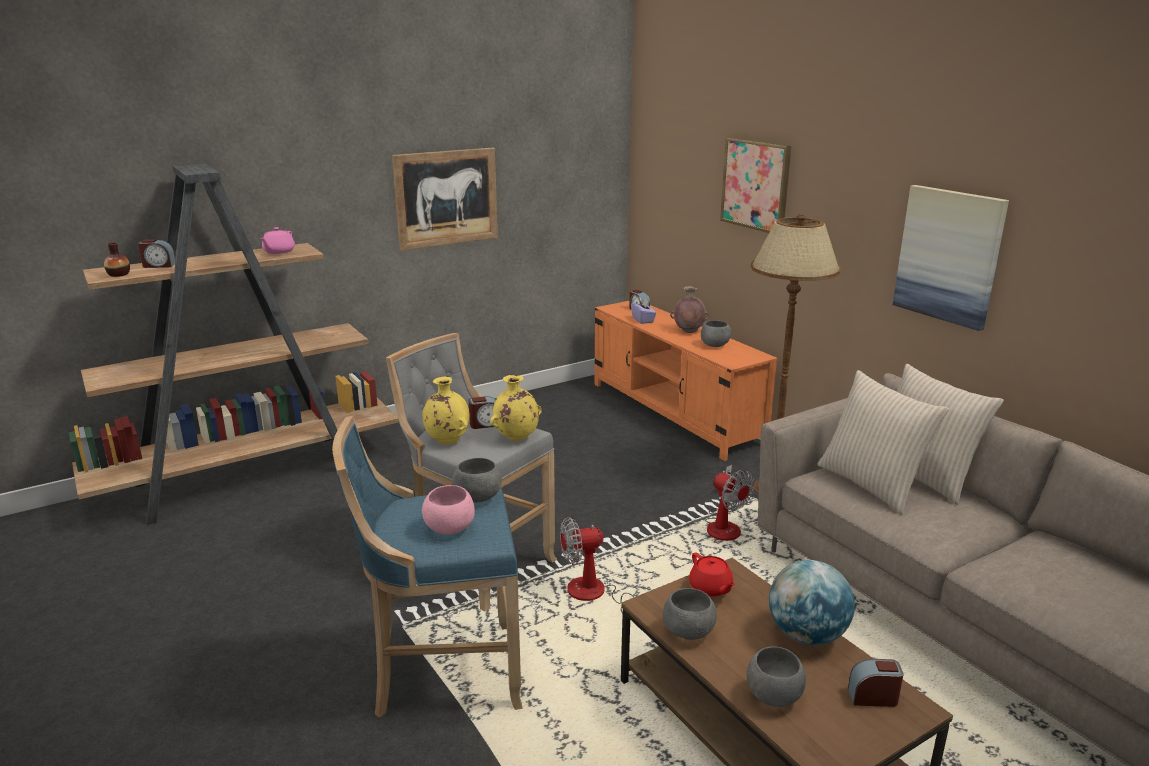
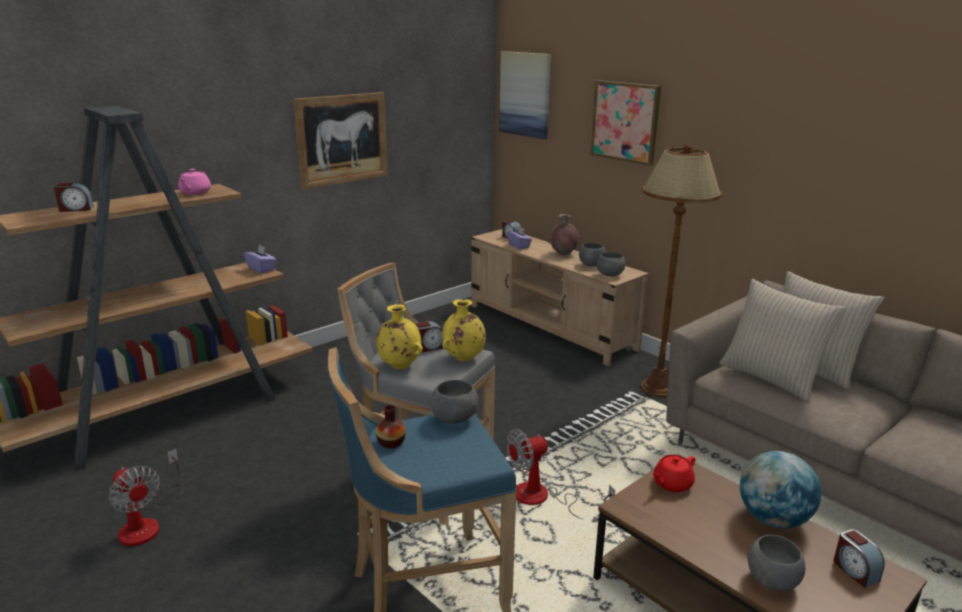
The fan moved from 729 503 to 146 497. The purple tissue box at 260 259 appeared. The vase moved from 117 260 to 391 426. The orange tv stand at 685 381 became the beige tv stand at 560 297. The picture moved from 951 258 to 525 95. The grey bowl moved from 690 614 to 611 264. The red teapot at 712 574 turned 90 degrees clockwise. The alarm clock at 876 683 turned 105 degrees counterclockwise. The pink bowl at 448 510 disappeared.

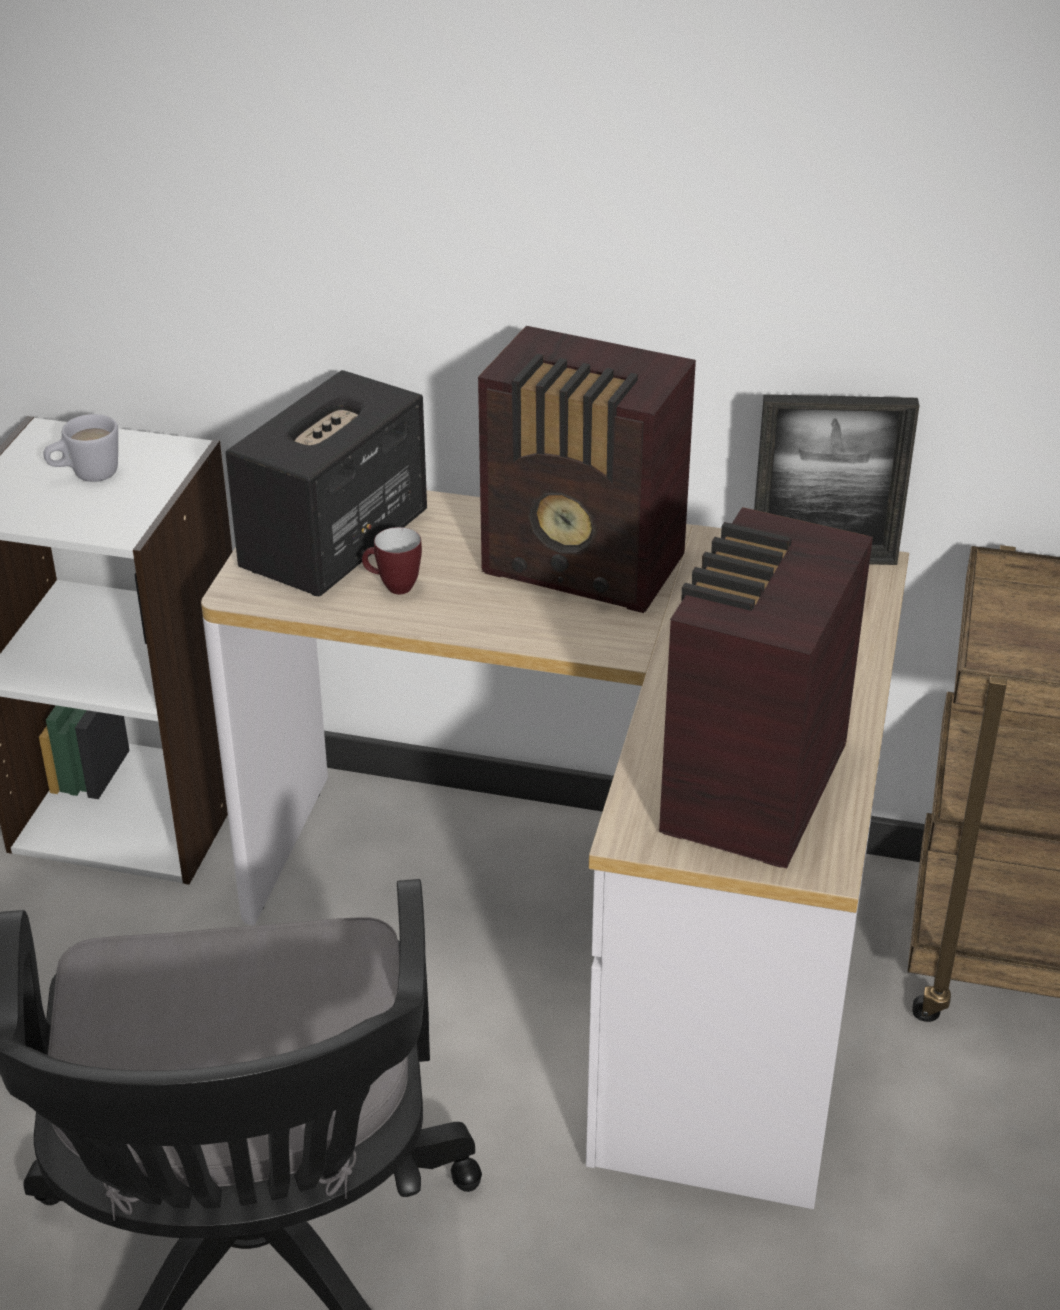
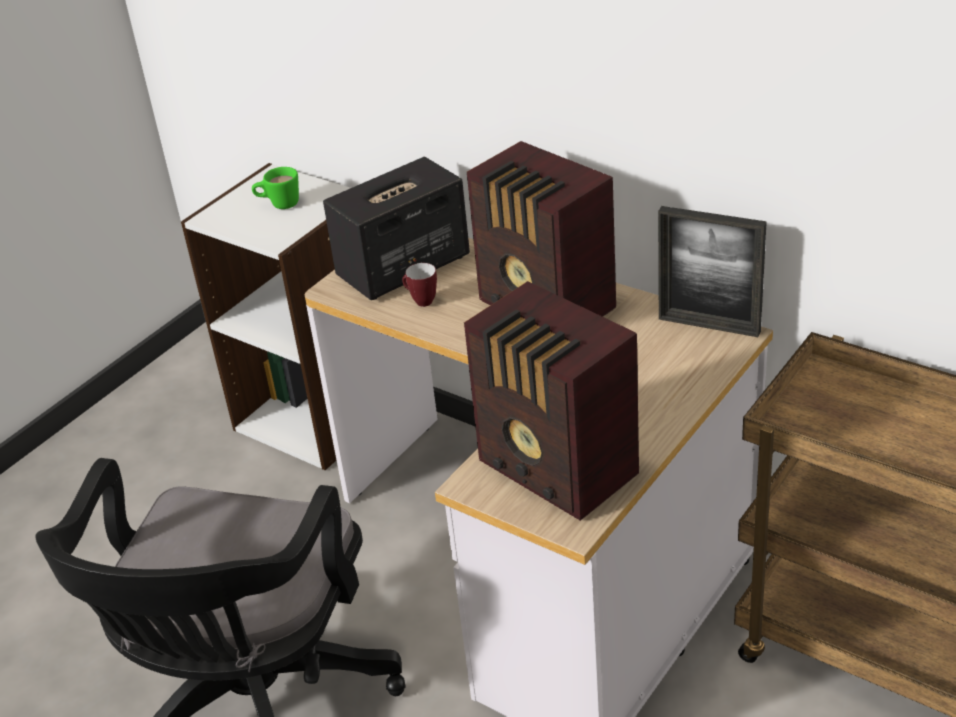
The white mug at 80 448 became the green mug at 275 188. The radio at 766 688 turned 90 degrees counterclockwise.

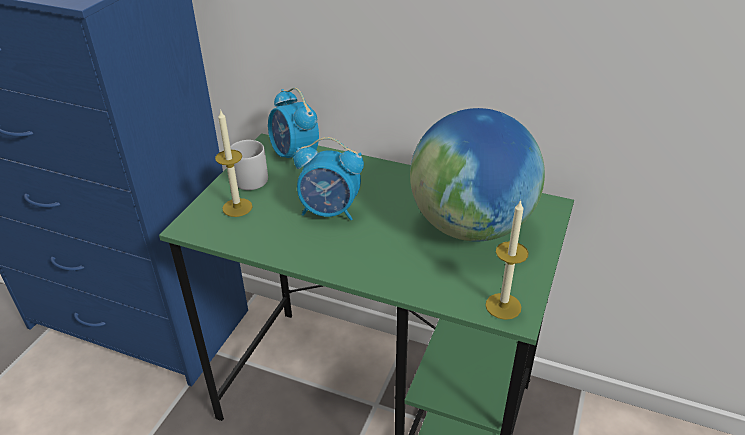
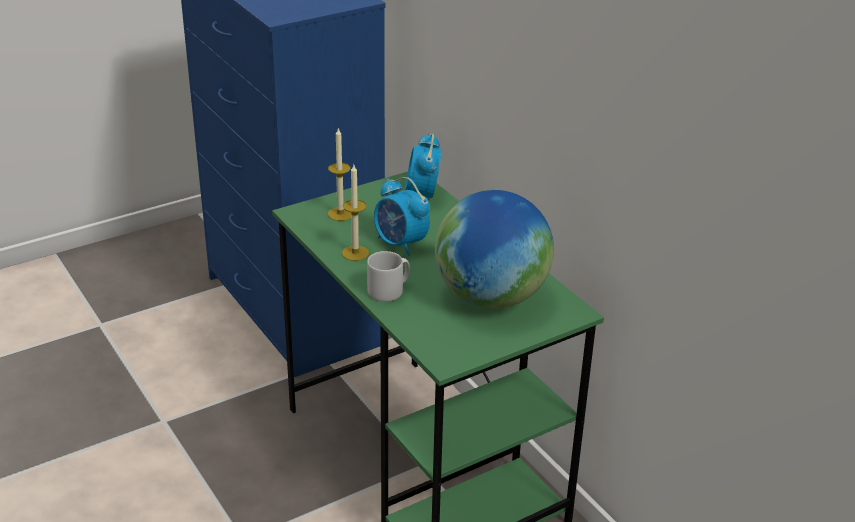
The candle moved from 507 259 to 355 213. The grey mug moved from 249 165 to 388 276.

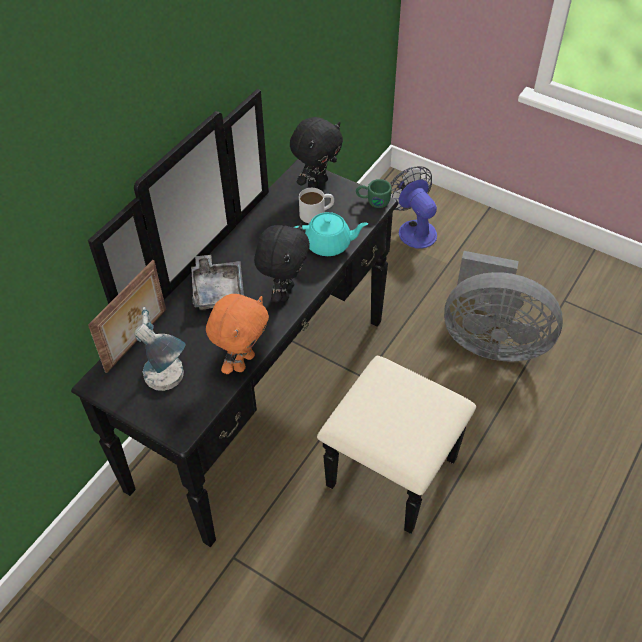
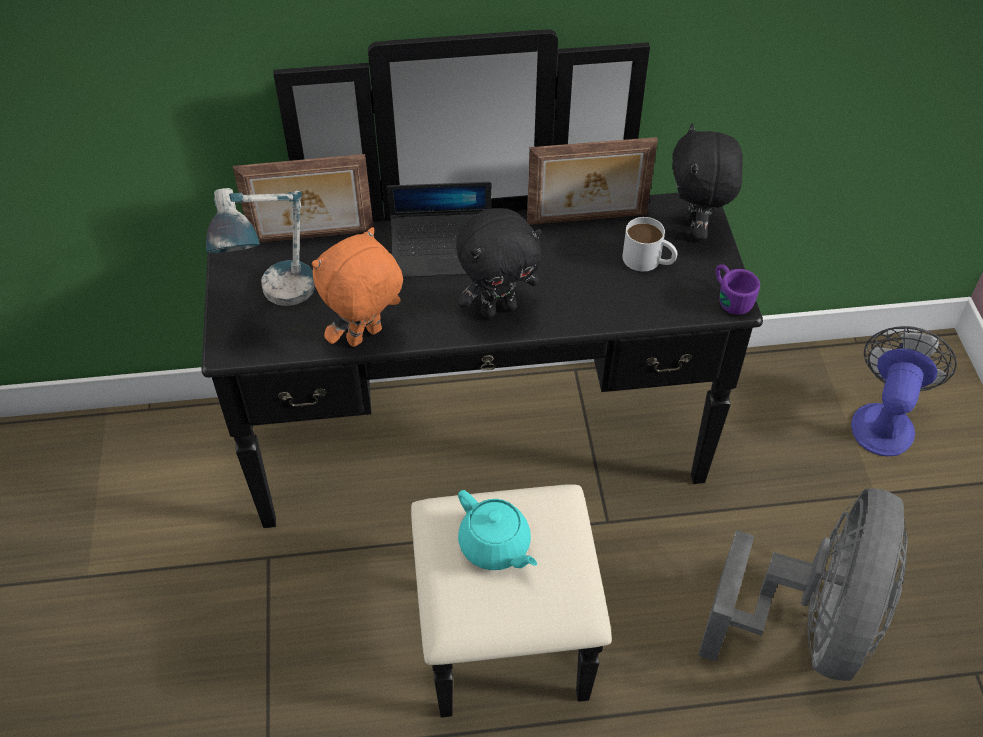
The orange plush toy at 237 334 turned 150 degrees clockwise. The grey tray at 217 282 was replaced by the laptop at 439 230. The turquoise teapot moved from 330 234 to 497 530. The picture frame at 592 181 appeared. The black plush toy at 316 152 turned 90 degrees clockwise. The grey fan at 503 306 turned 135 degrees counterclockwise. The green mug at 374 193 became the purple mug at 738 289.

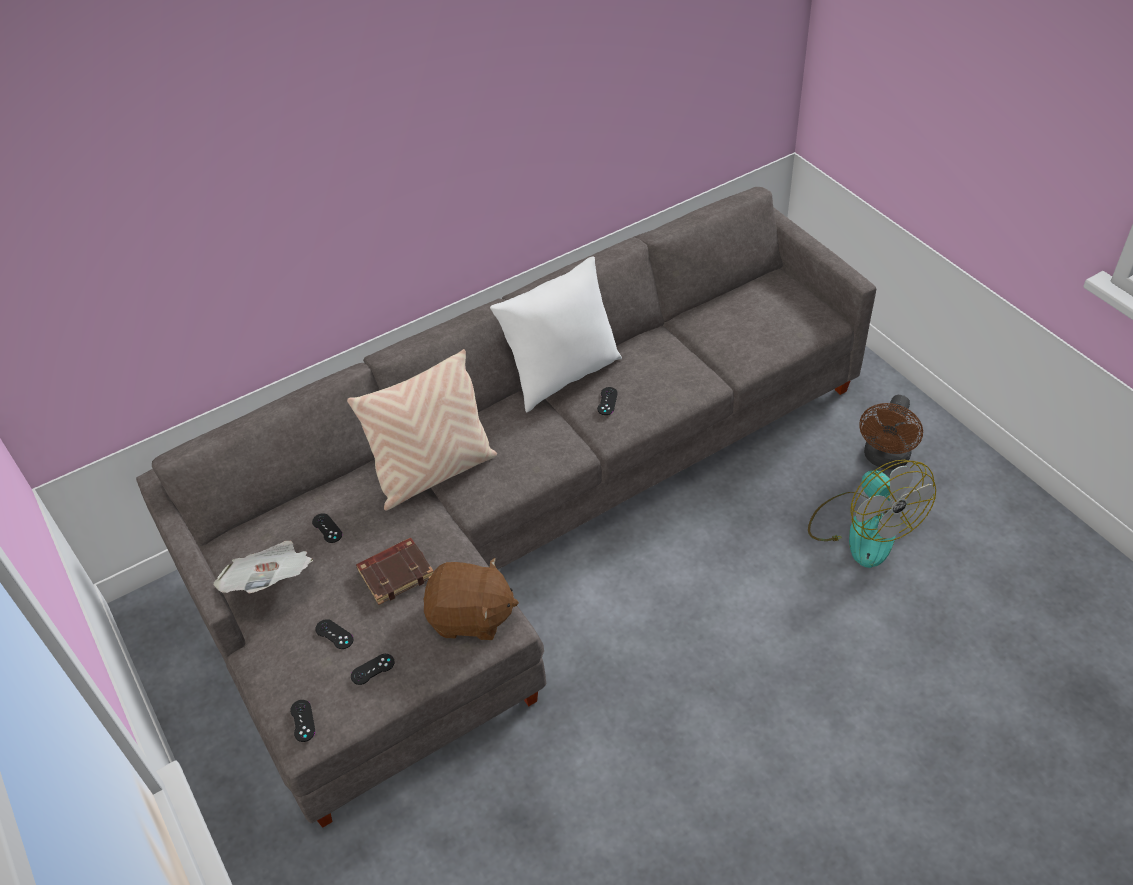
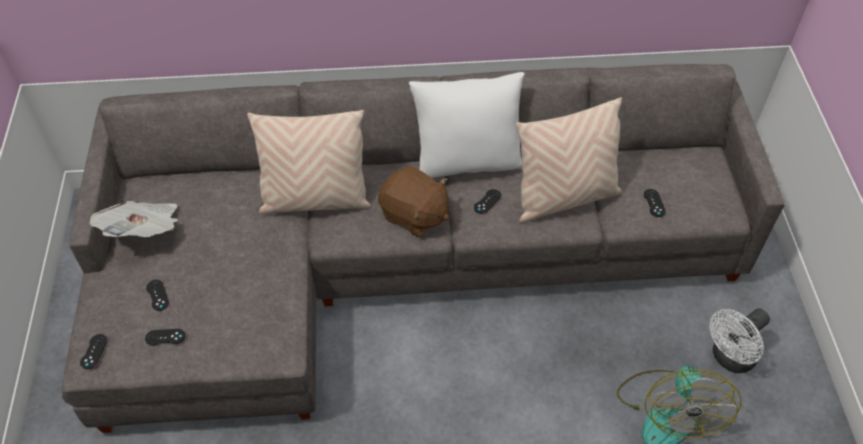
The brown plush toy moved from 471 599 to 413 201. The beige pillow at 569 160 appeared. The black game controller moved from 327 528 to 655 203. The brown fan at 891 432 became the white fan at 739 340. The brown book at 395 571 disappeared.

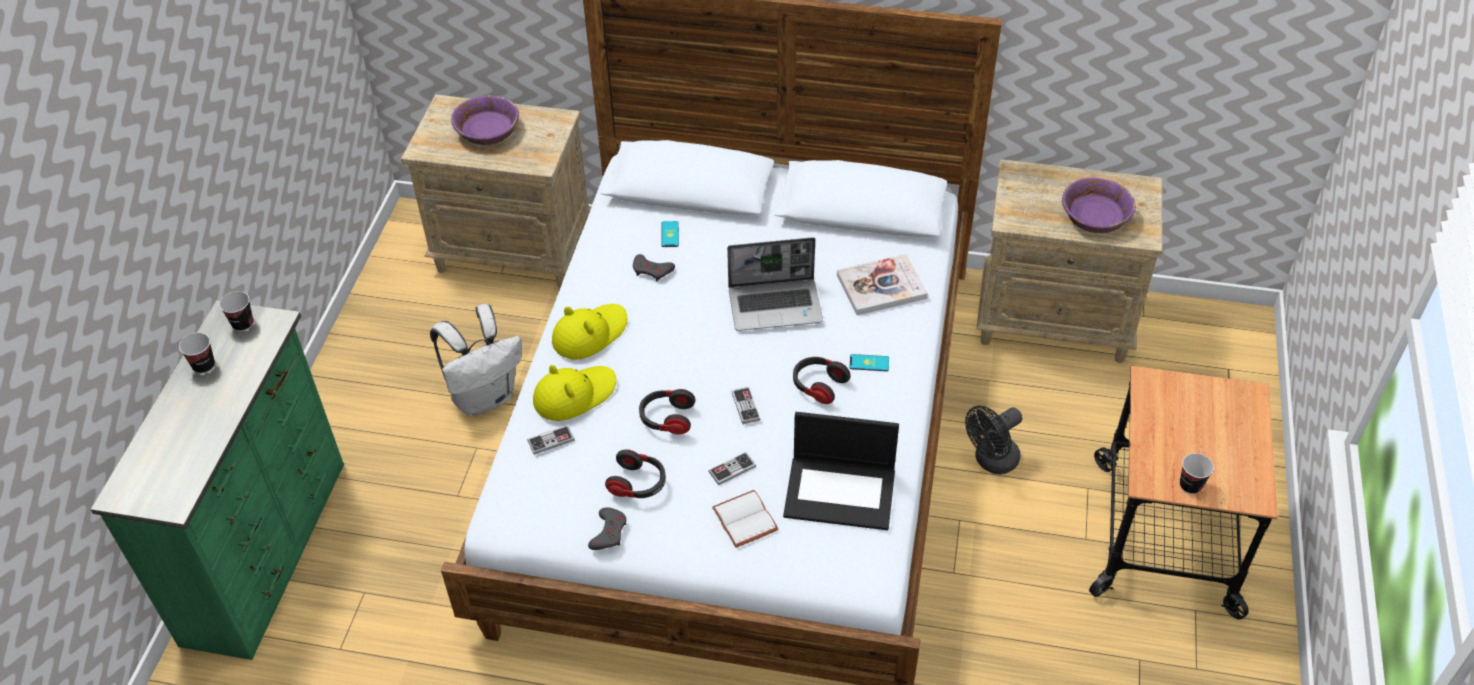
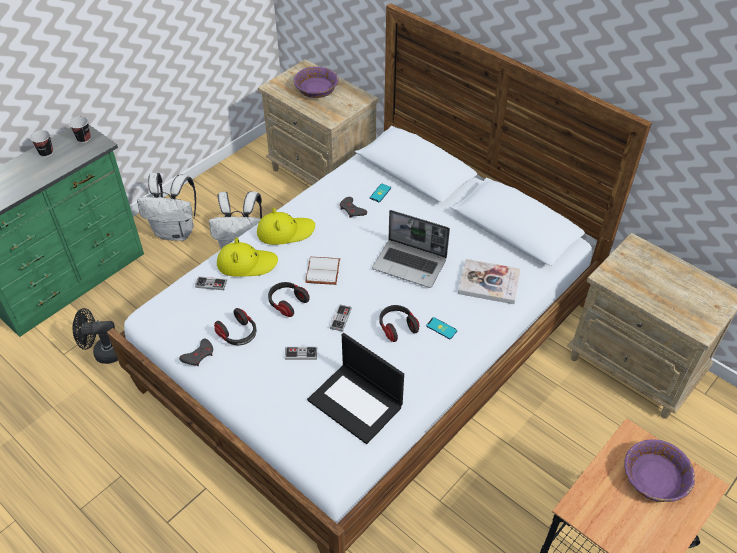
The black fan moved from 993 440 to 95 336. The white backpack at 166 207 appeared. The white book moved from 745 519 to 322 271. The purple bowl moved from 1099 205 to 659 470. The cup at 1197 473 disappeared.

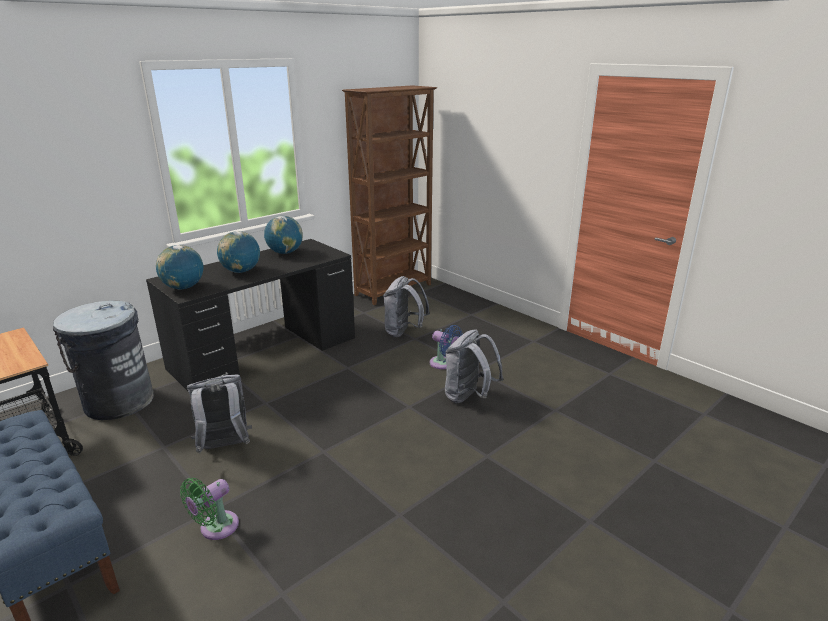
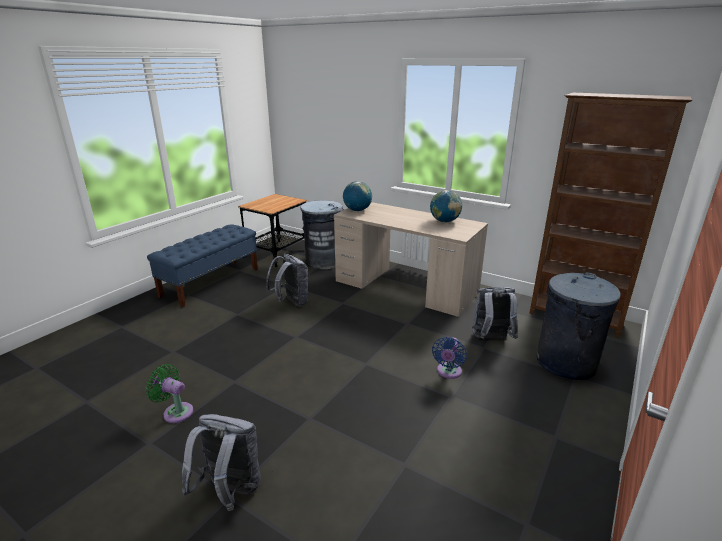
The green fan moved from 209 509 to 169 393. The grey backpack moved from 474 366 to 221 462. The black desk at 250 315 became the beige desk at 411 259. The grey trash can at 578 326 appeared. The globe at 238 252 disappeared.

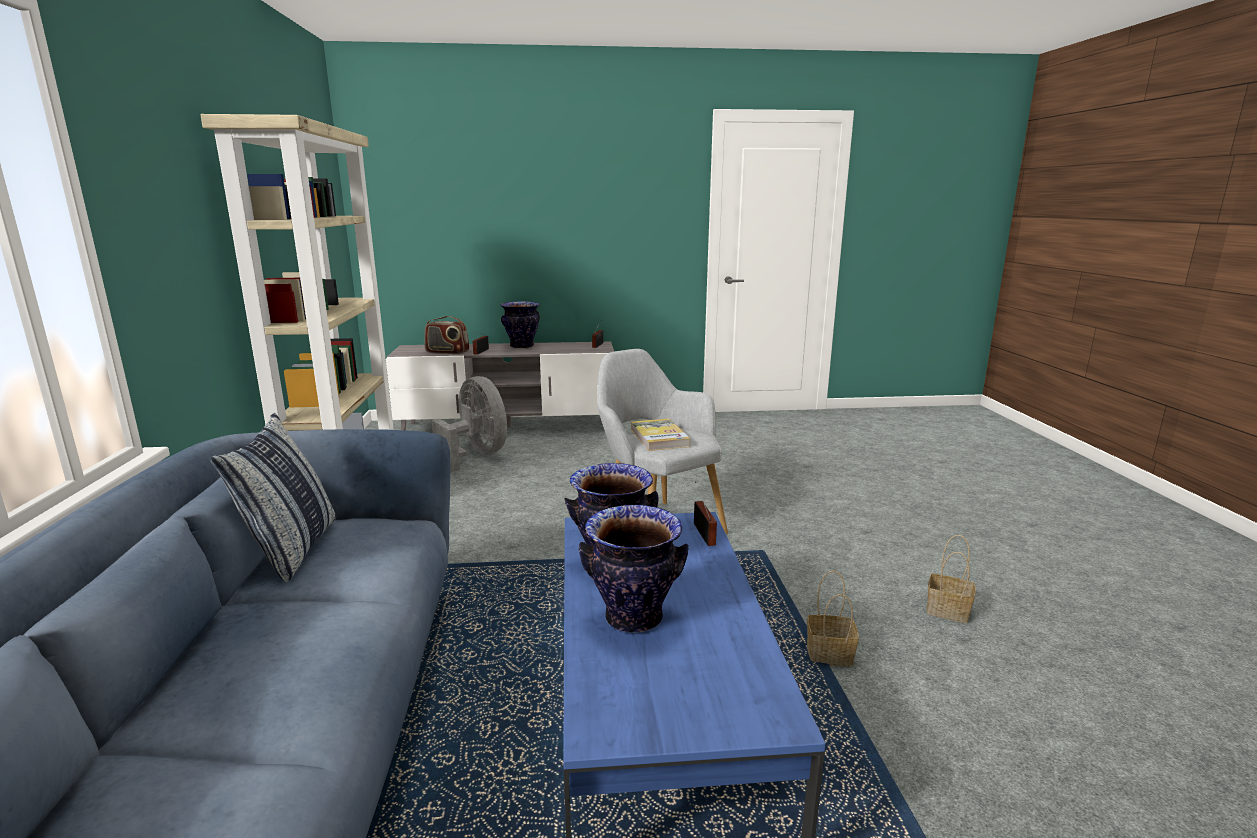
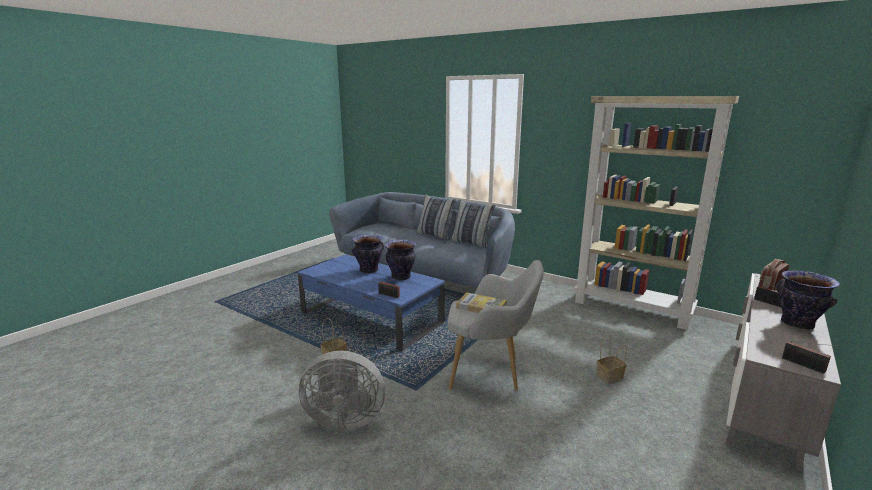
The grey fan moved from 469 424 to 342 390. The pillow at 436 217 appeared. The basket moved from 951 579 to 611 359.

